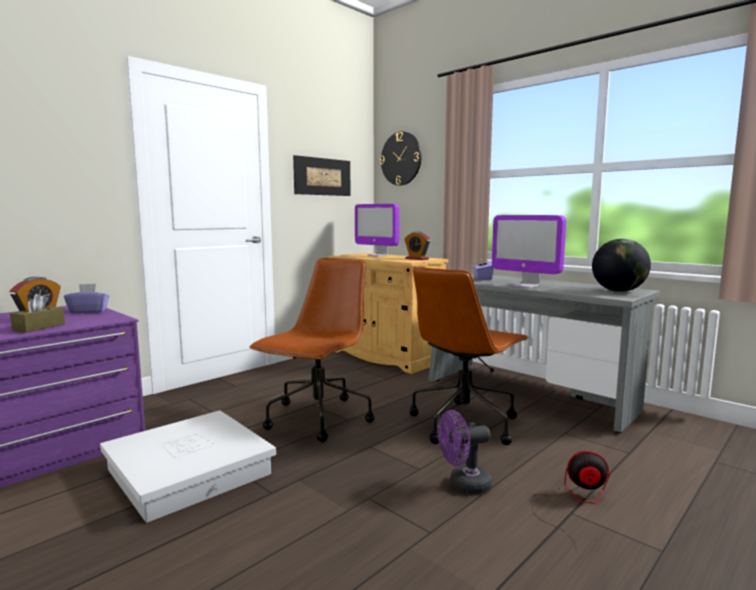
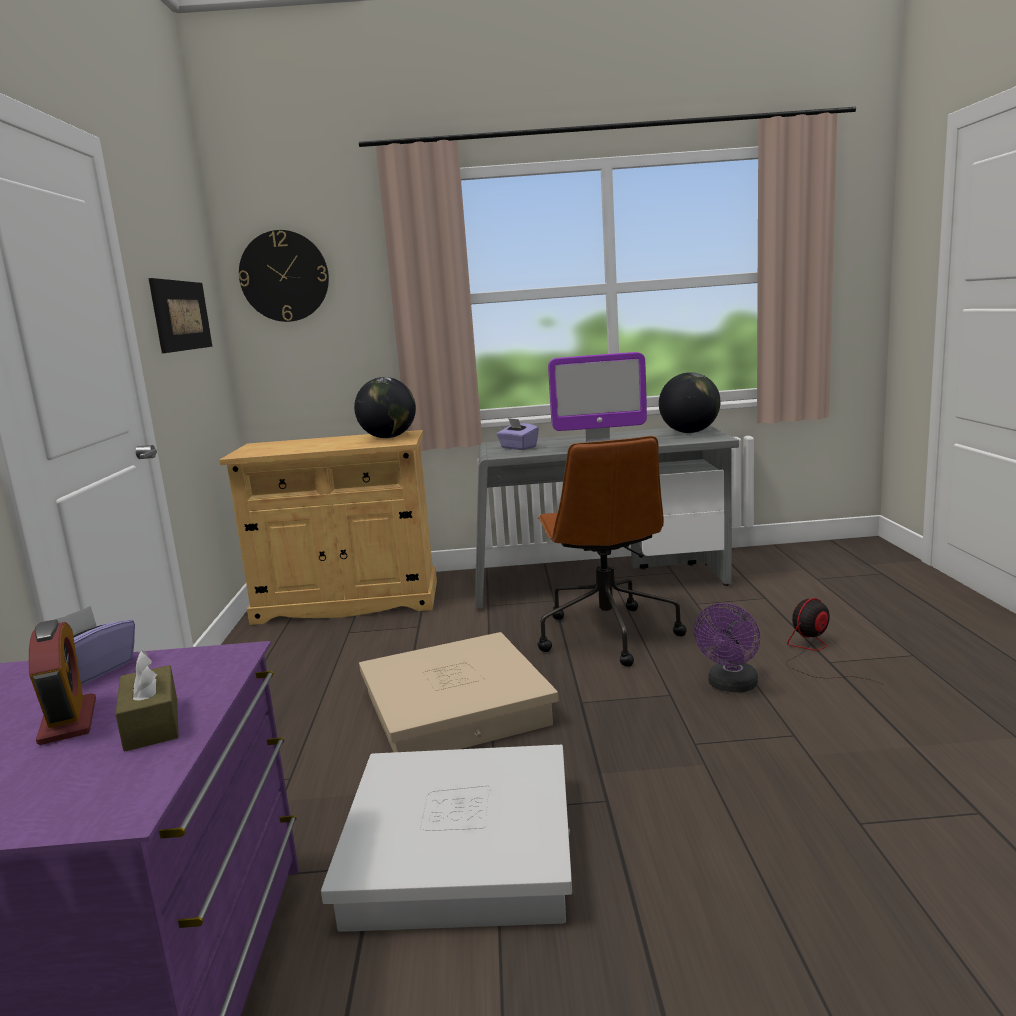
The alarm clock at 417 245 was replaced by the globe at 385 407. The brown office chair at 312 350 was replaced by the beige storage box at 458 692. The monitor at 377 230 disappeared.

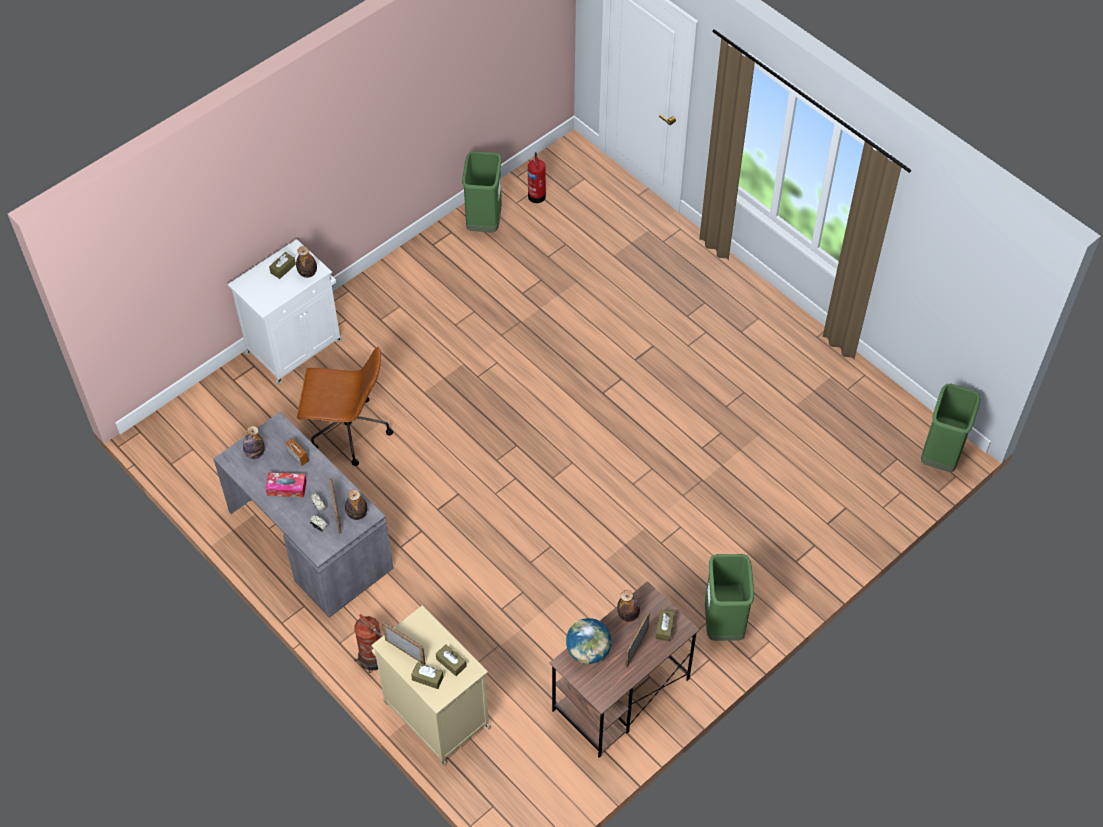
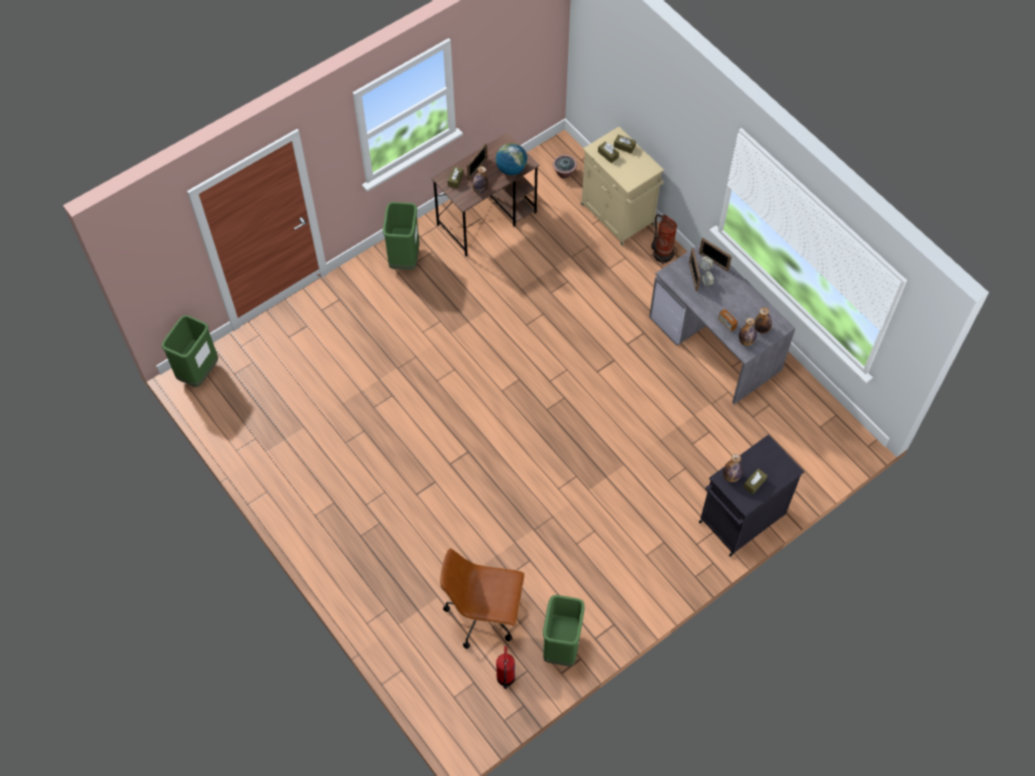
The brown office chair moved from 345 406 to 482 599. The potted plant at 565 167 appeared. The picture frame moved from 404 643 to 715 255. The white cabinet at 285 312 became the black cabinet at 751 495. The bottle moved from 356 504 to 748 332. The tissue box at 286 484 disappeared.

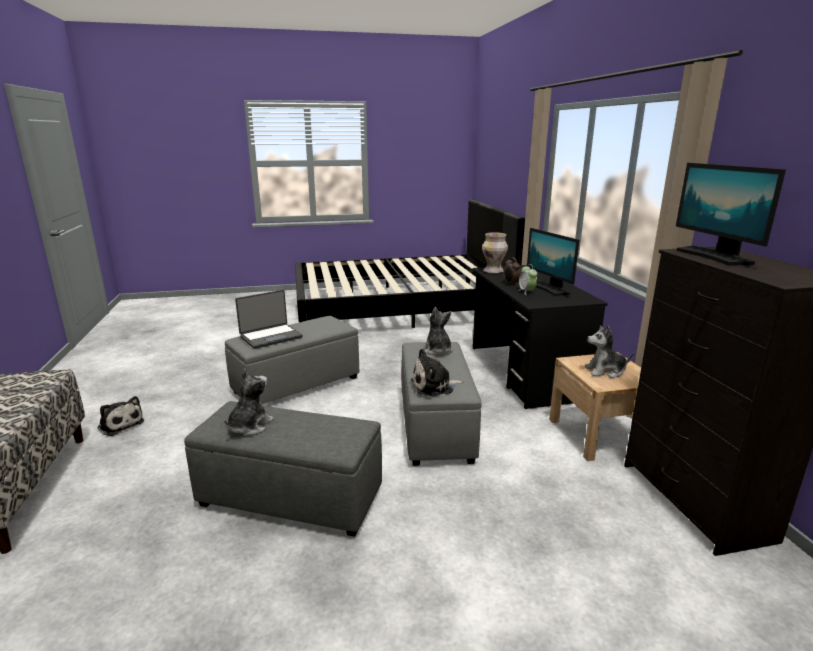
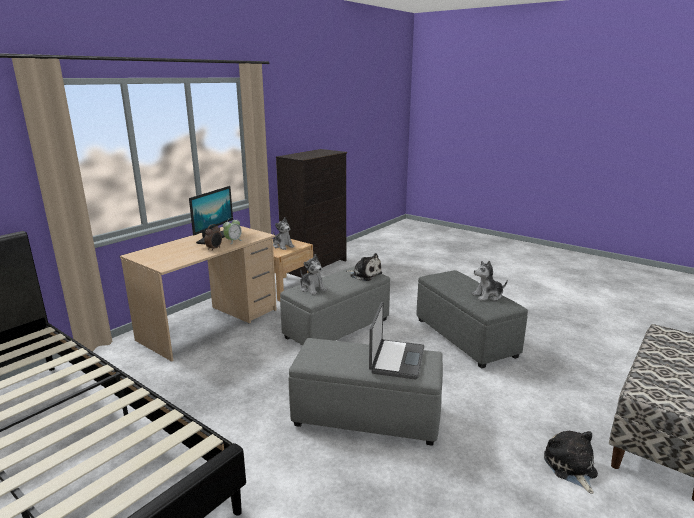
The black desk at 540 337 became the beige desk at 198 294. The plush toy at 438 331 turned 75 degrees counterclockwise. The laptop at 269 319 turned 90 degrees clockwise. The vase at 495 252 disappeared. The monitor at 731 214 disappeared.

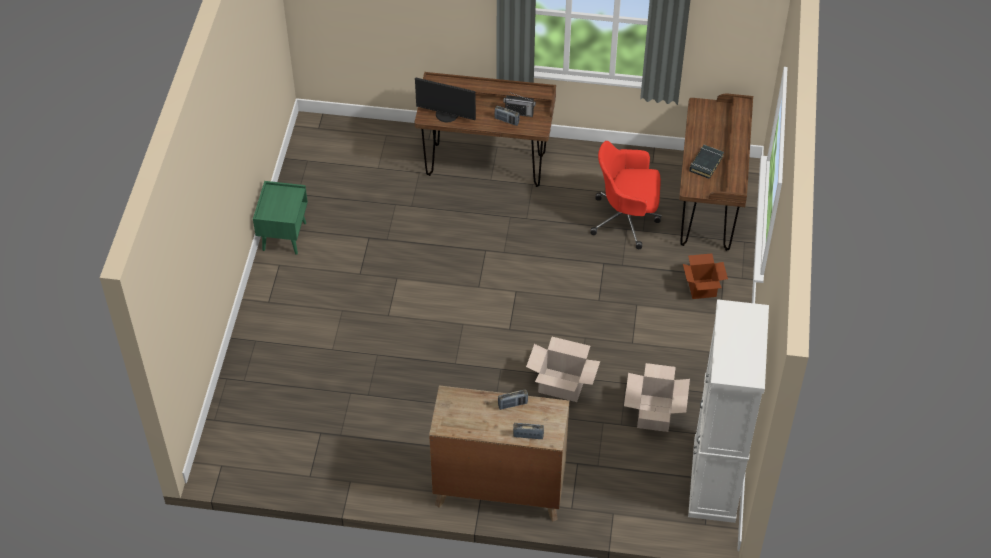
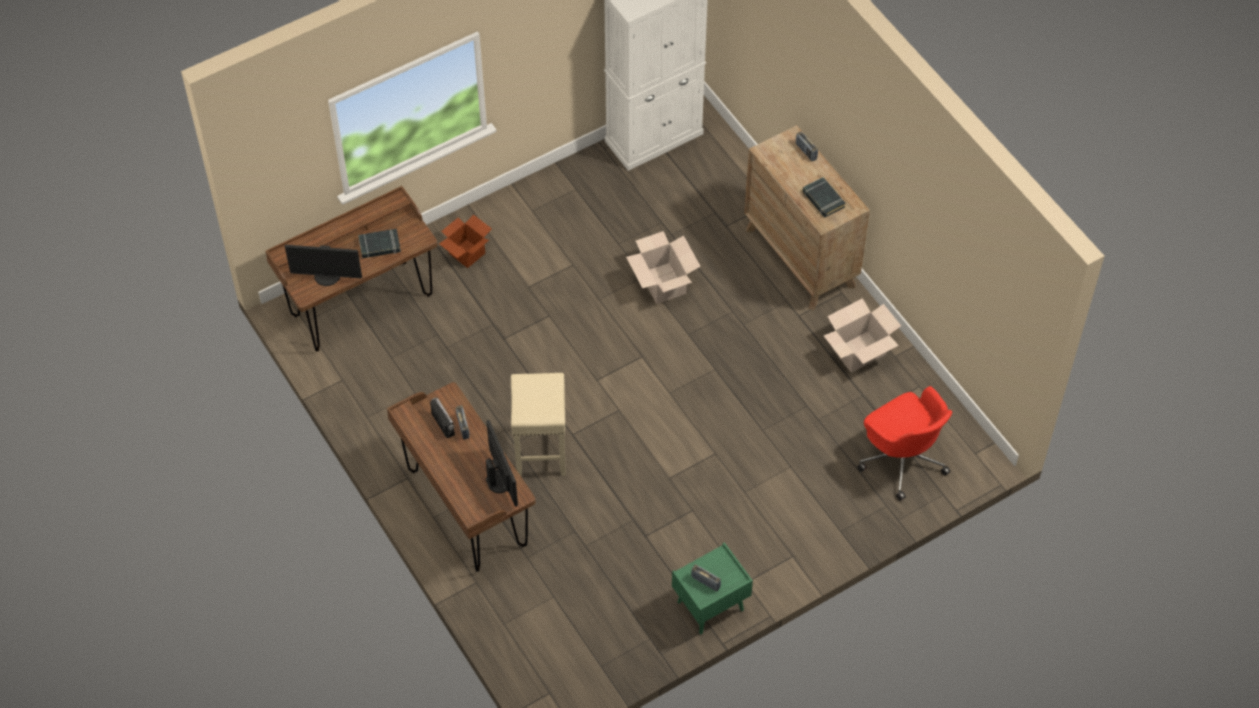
The monitor at 323 265 appeared. The beige stool at 538 425 appeared. The radio moved from 513 399 to 706 578. The black book at 824 197 appeared. The cardboard box moved from 657 397 to 862 335. The red office chair moved from 626 195 to 904 443.

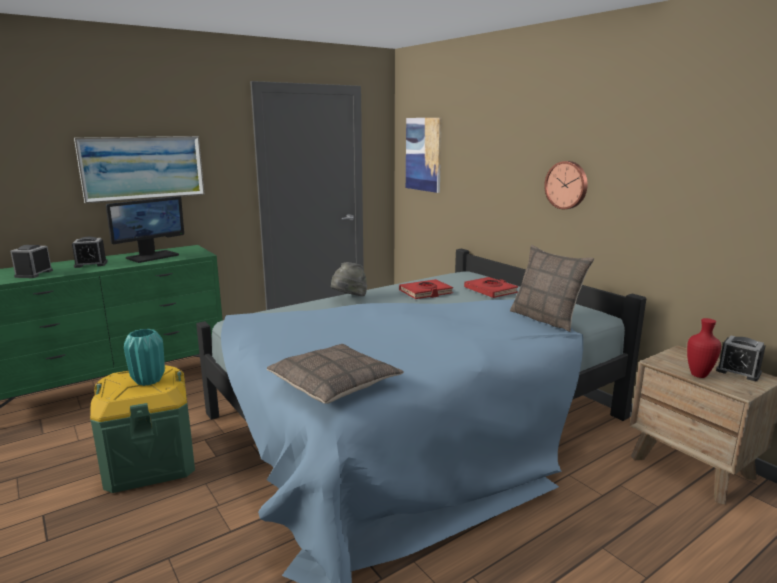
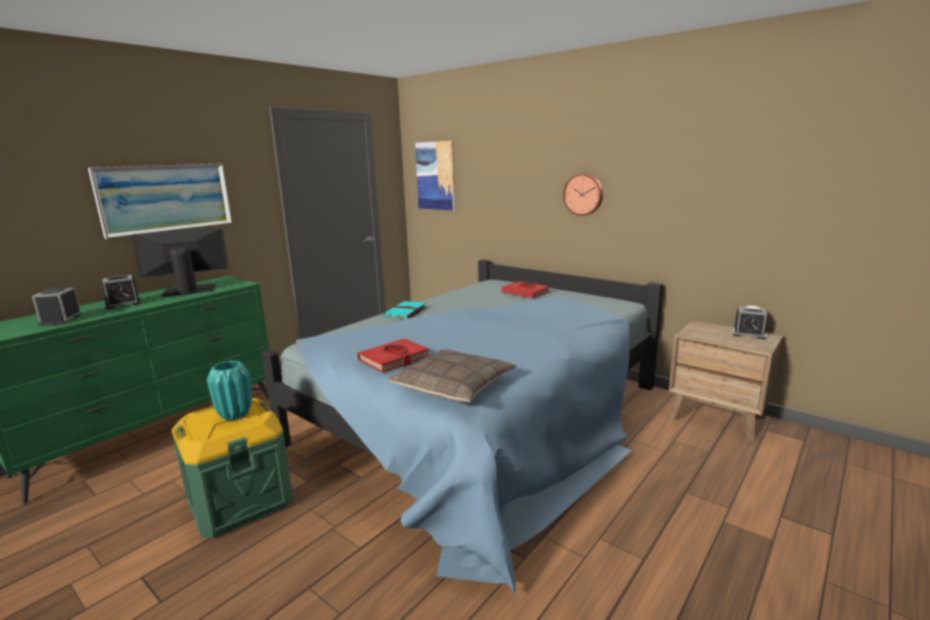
The monitor at 145 229 turned 135 degrees counterclockwise. The red book moved from 426 289 to 393 356. The grey hat at 349 279 was replaced by the turquoise book at 405 310. The pillow at 552 288 disappeared. The red vase at 704 348 disappeared.

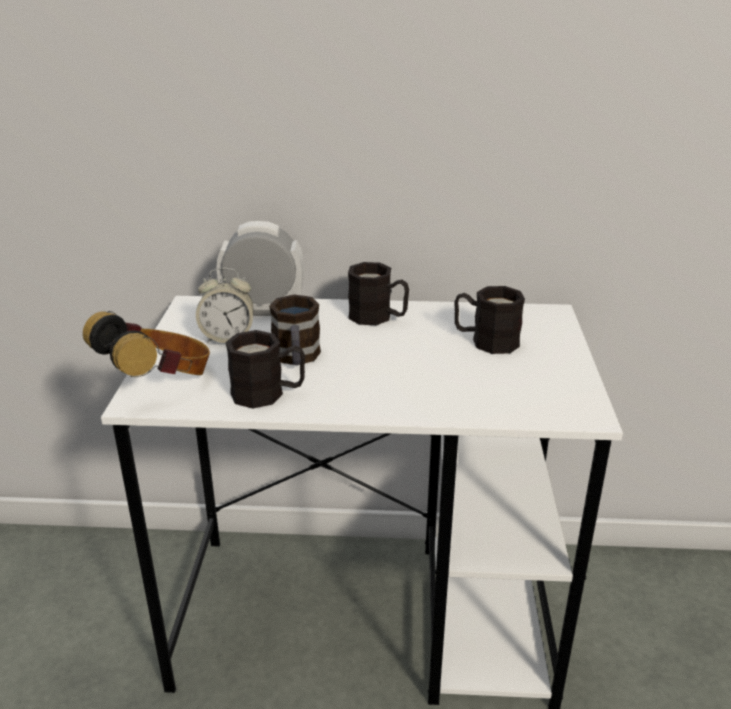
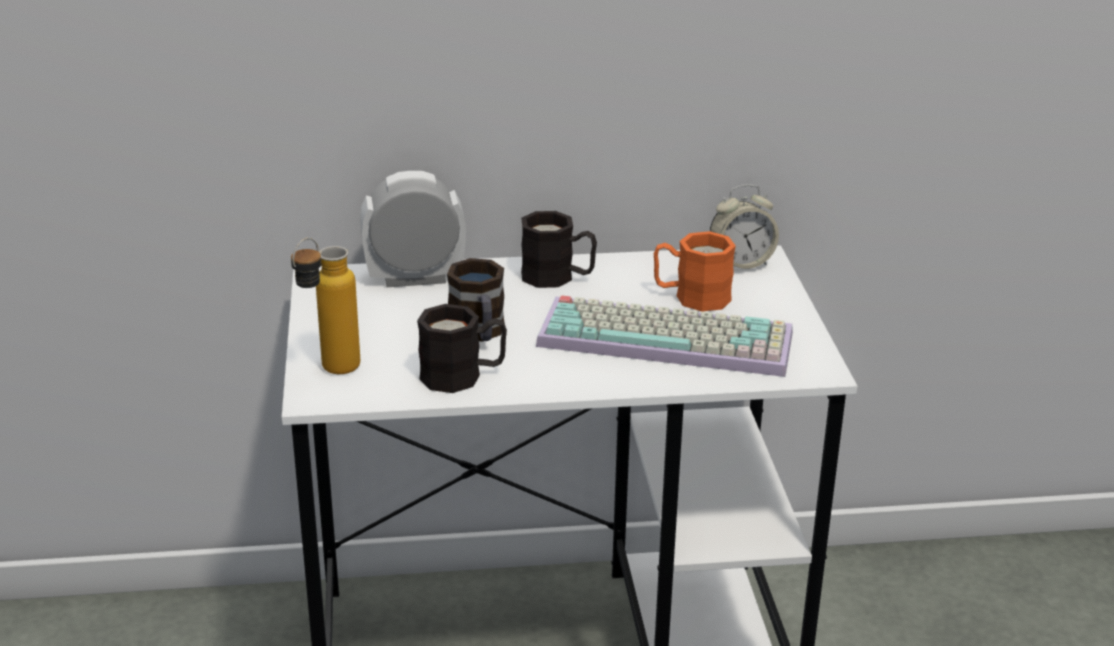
The headphones at 146 344 was replaced by the bottle at 325 306. The keyboard at 664 336 appeared. The black mug at 489 320 became the orange mug at 695 271. The alarm clock moved from 225 305 to 744 226.

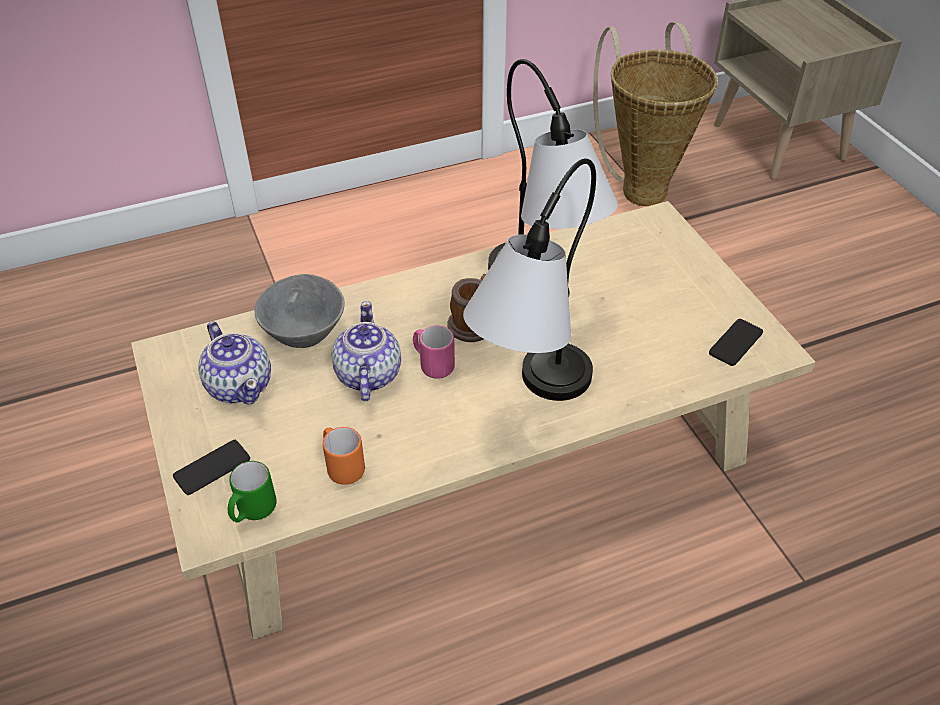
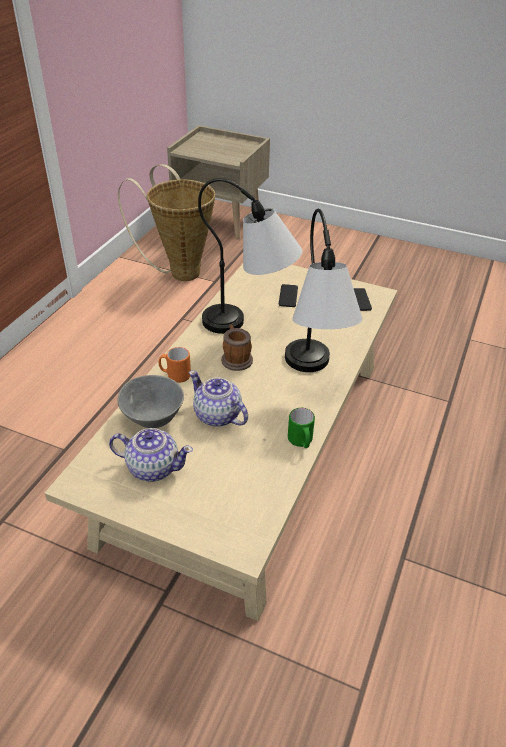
The orange mug moved from 344 456 to 175 365. The phone moved from 211 467 to 288 295. The green mug moved from 252 492 to 301 428. The pink mug at 434 352 disappeared.

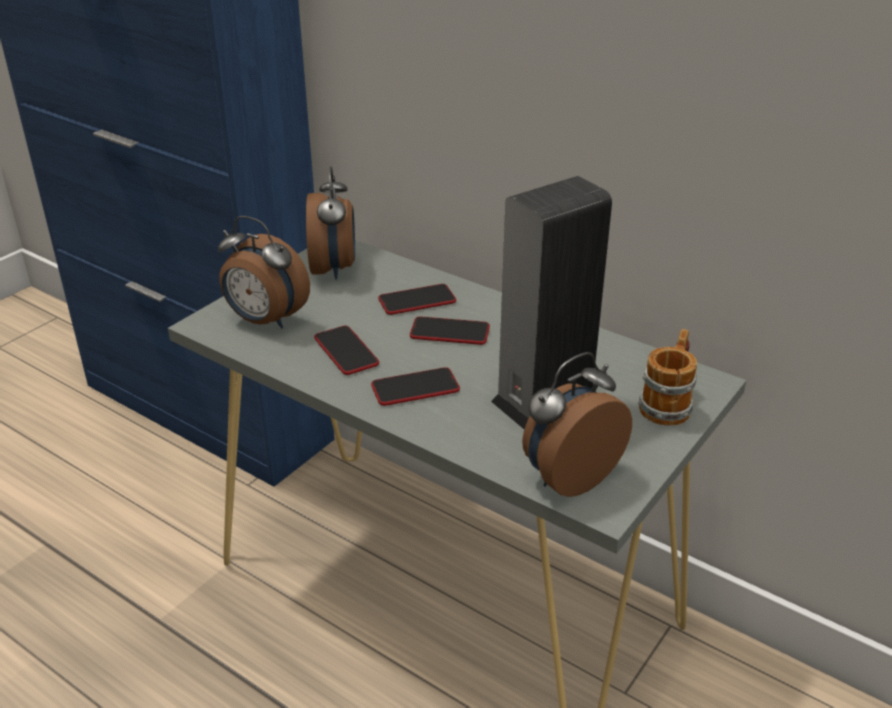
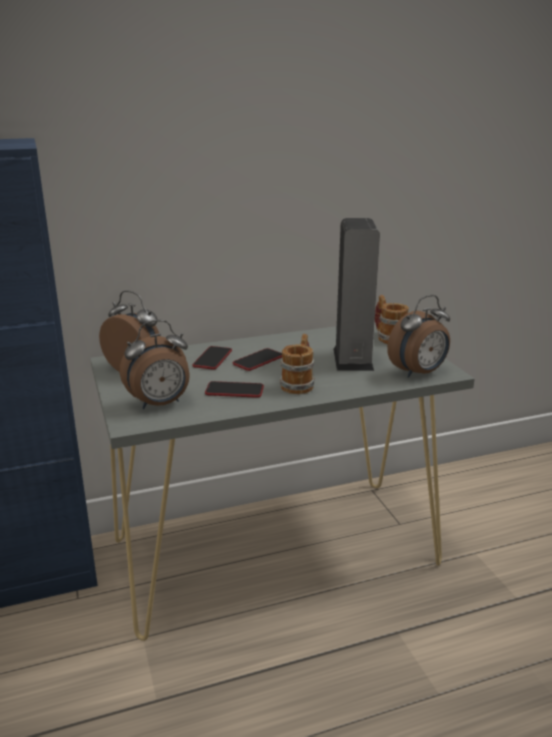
The phone at 415 386 was replaced by the mug at 297 364. The alarm clock at 577 424 turned 120 degrees counterclockwise.

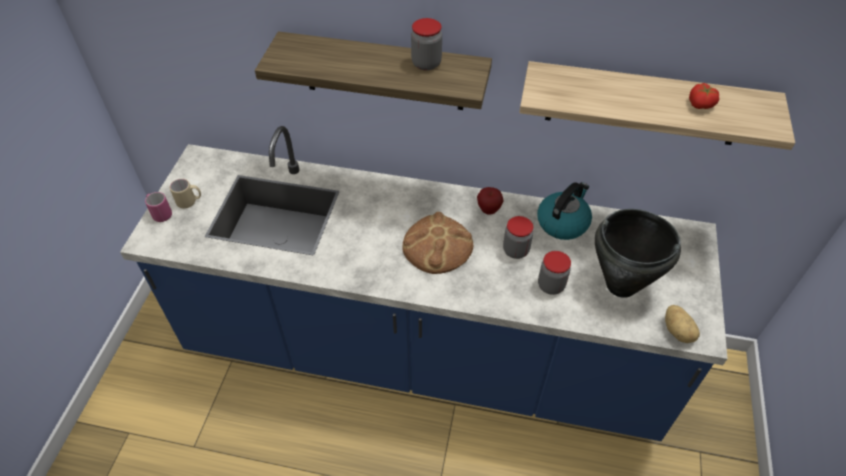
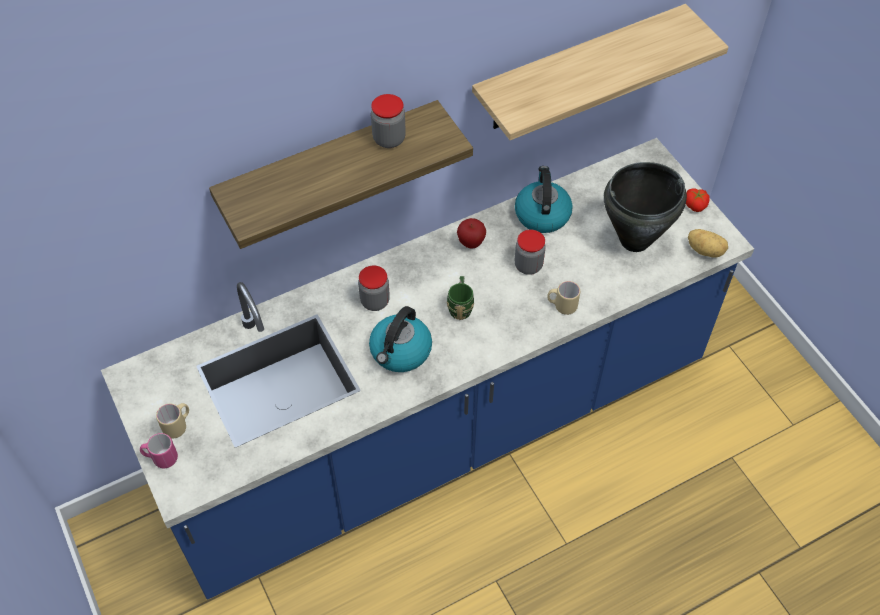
The jar moved from 554 273 to 374 288. The kettle at 400 339 appeared. The bread at 437 243 was replaced by the green mug at 460 298. The beige mug at 563 298 appeared. The tomato moved from 704 96 to 698 200.

